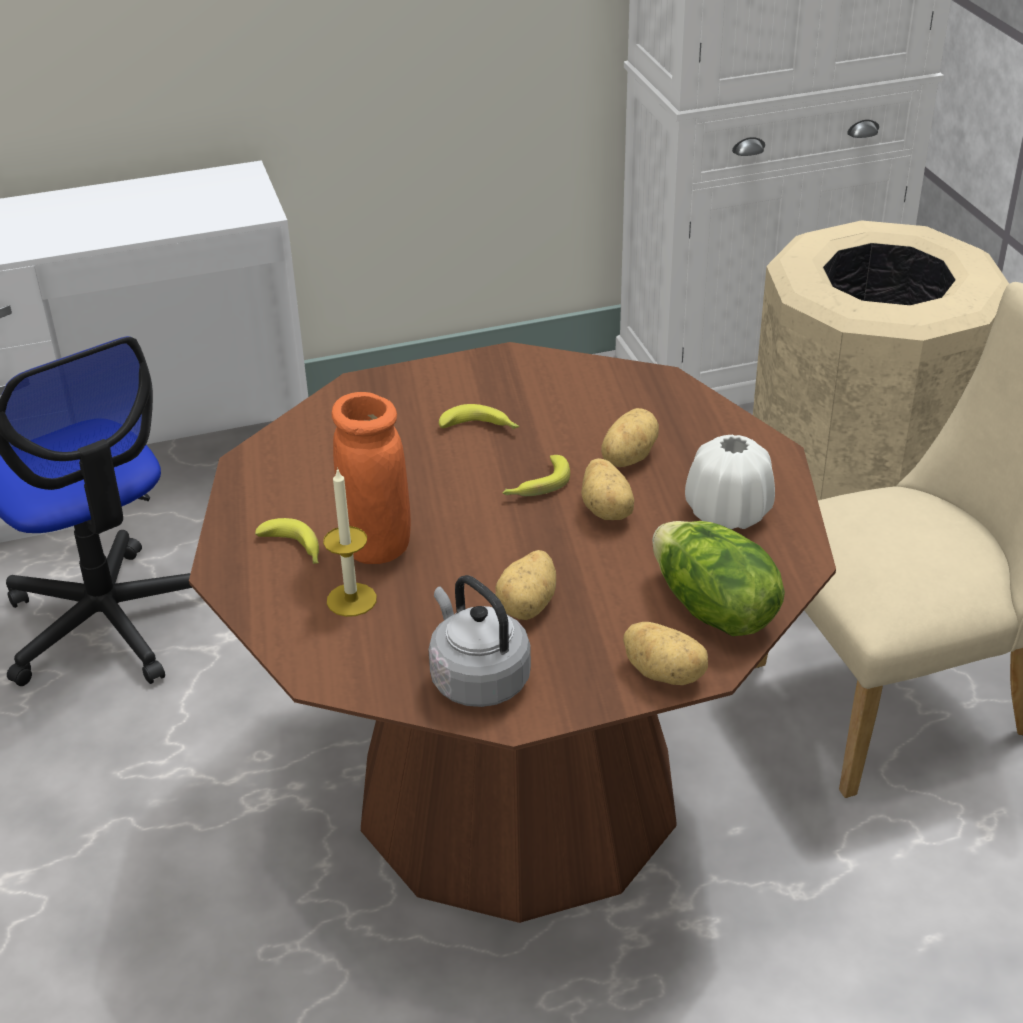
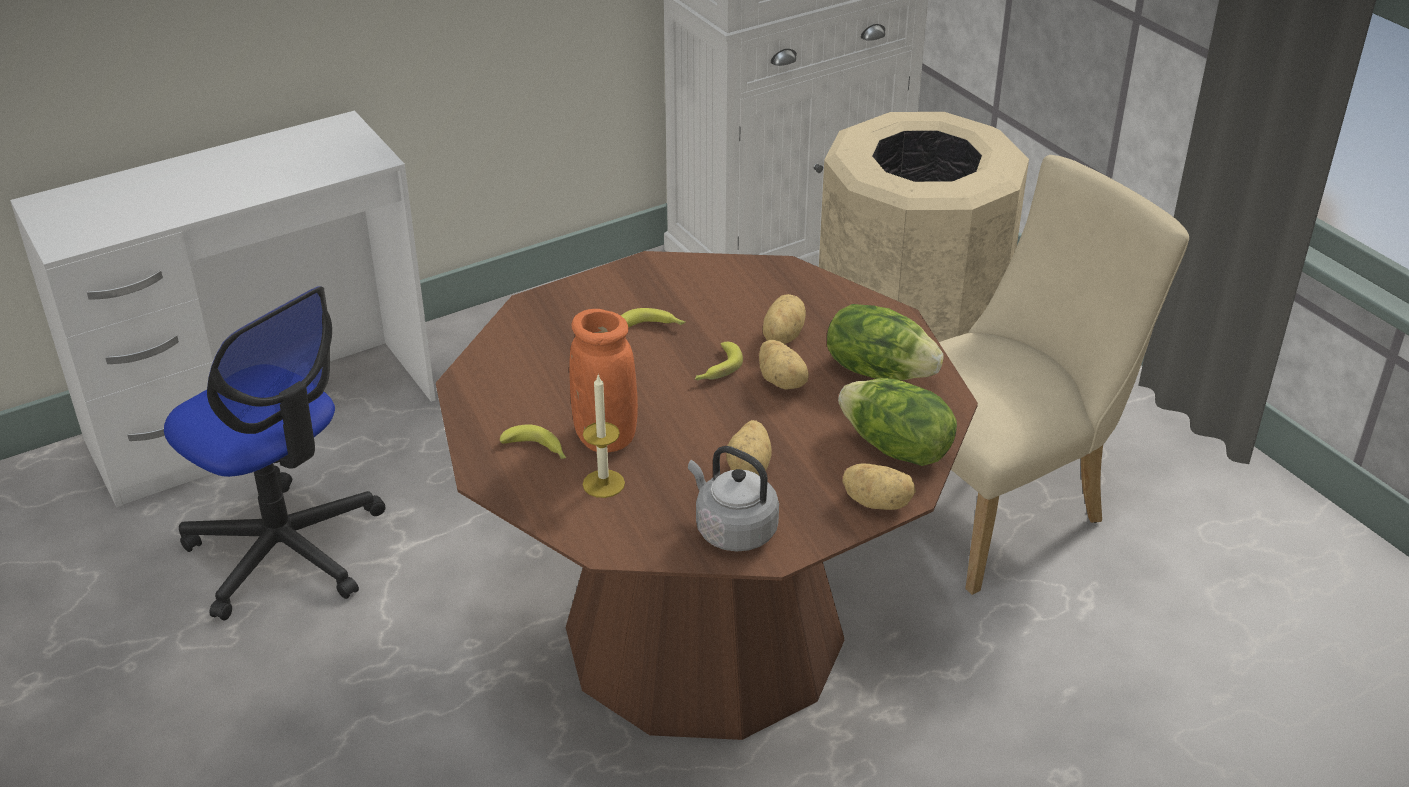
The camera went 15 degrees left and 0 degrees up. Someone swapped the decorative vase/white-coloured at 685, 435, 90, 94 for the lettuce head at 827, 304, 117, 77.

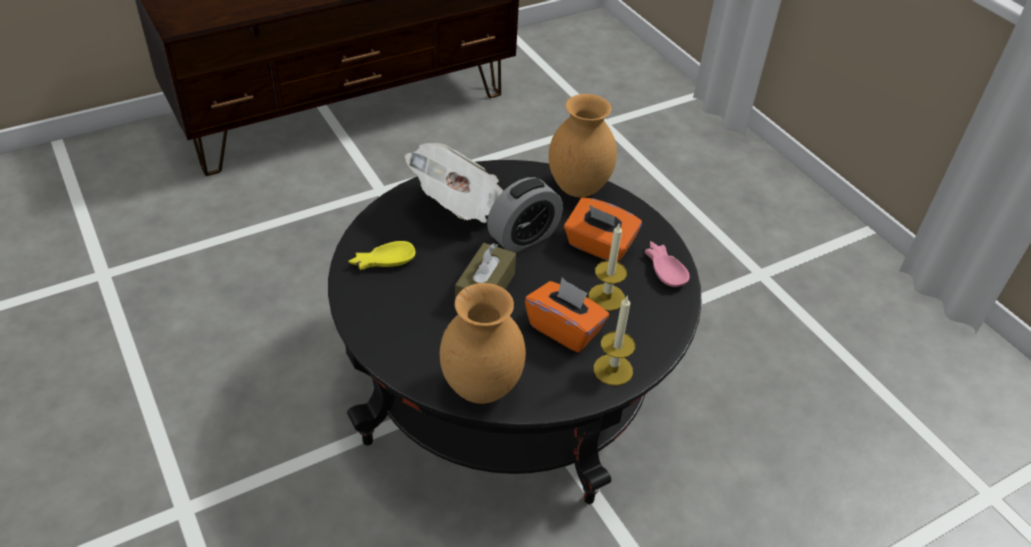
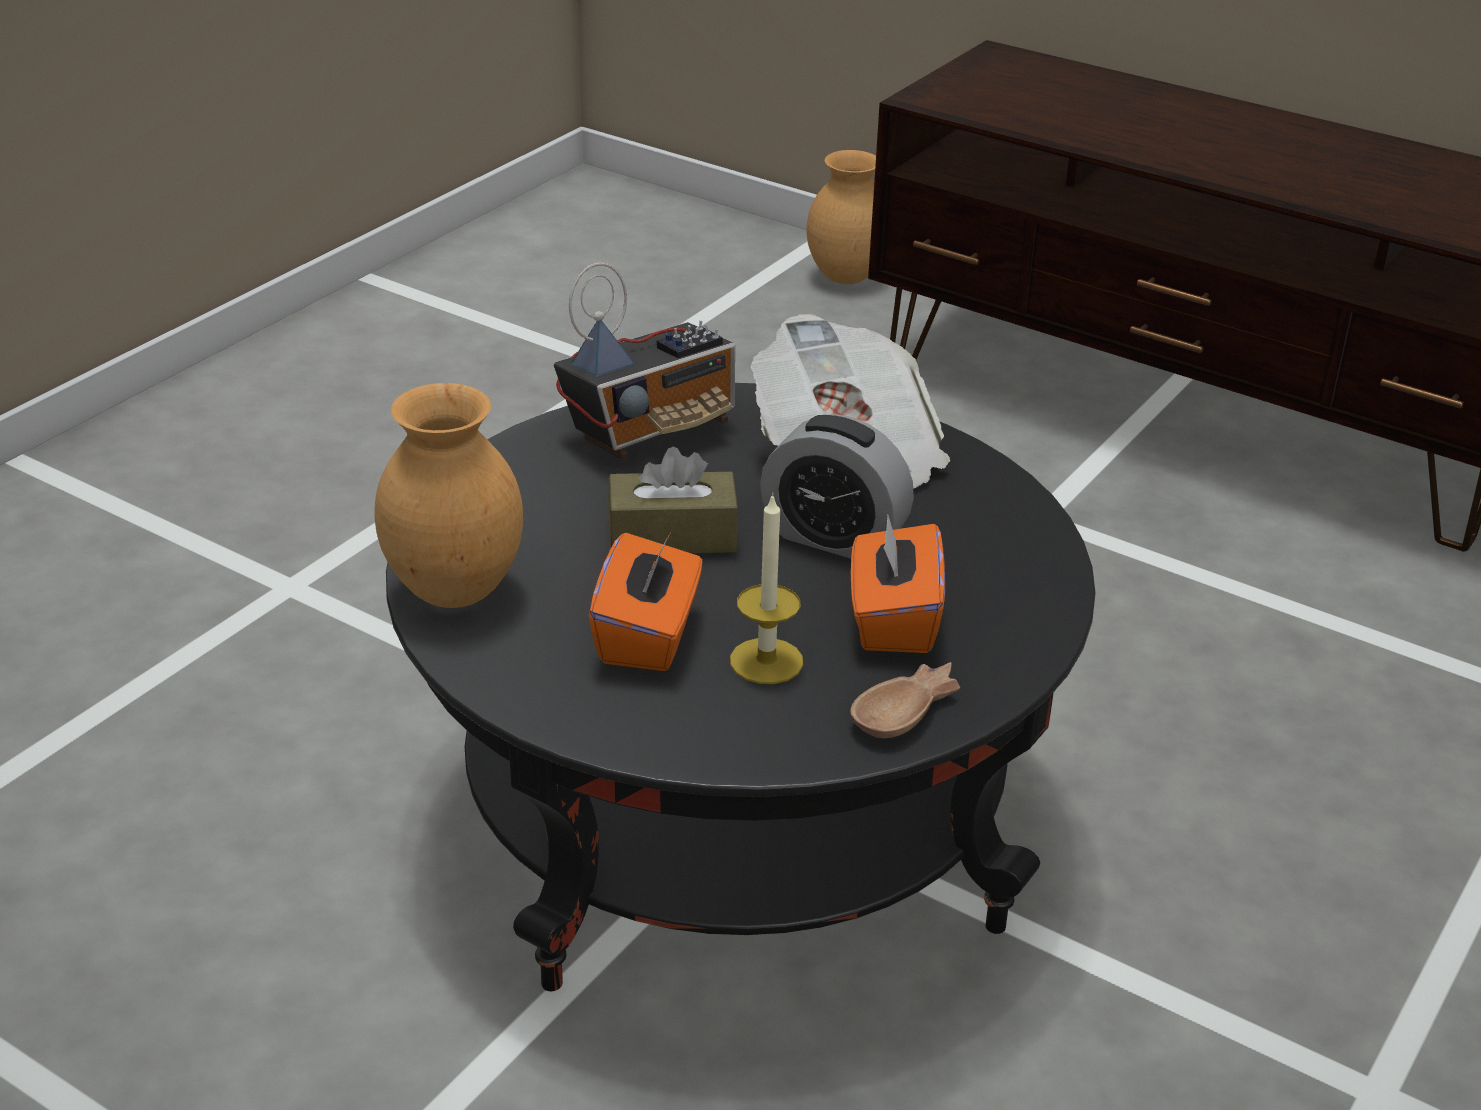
The camera went 65 degrees right and 10 degrees down. Someone swapped the deep dish/yellowish at 348, 241, 68, 29 for the radio receiver at 554, 262, 181, 198. Someone carried the decorative vase/brownish from 549, 94, 68, 103 to 807, 150, 69, 134. Someone took away the wax candle at 594, 295, 41, 91. Someone repainted the deep dish/pink-coloured at 644, 241, 46, 46, which became the deep dish/brownish at 850, 662, 110, 76.

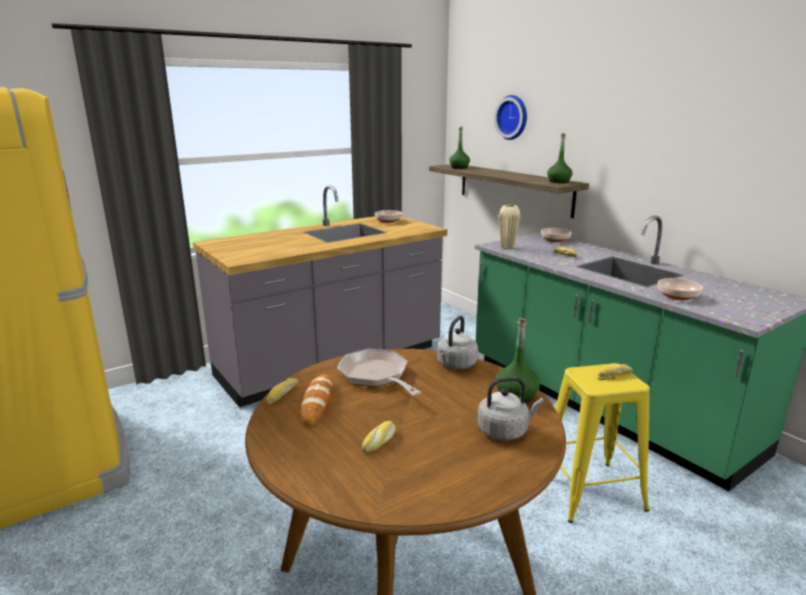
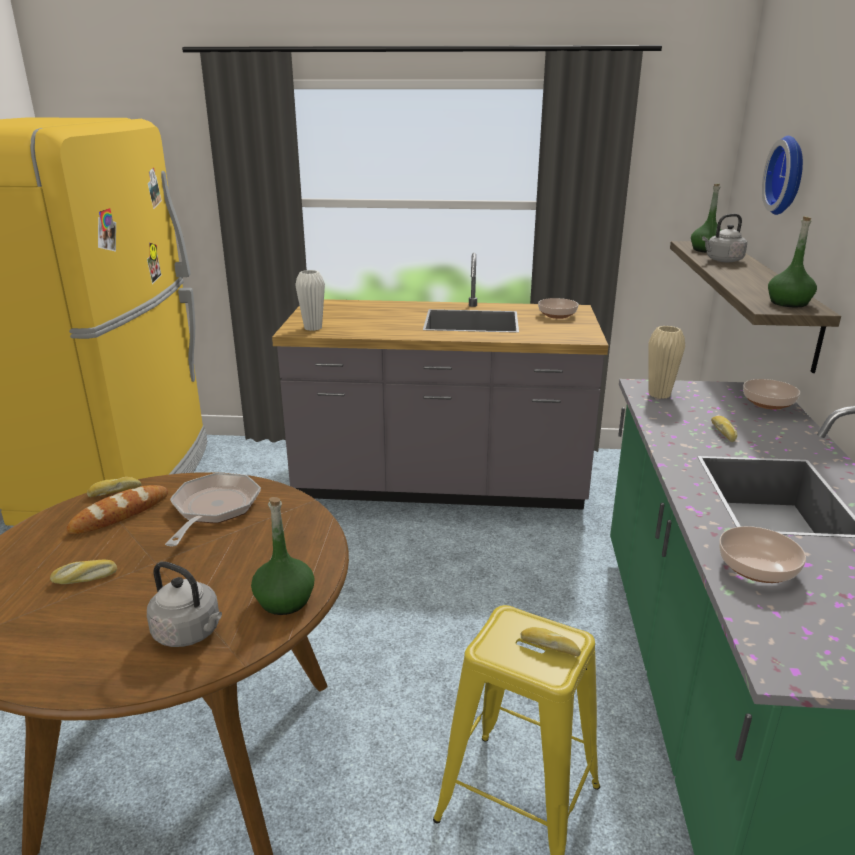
The camera went 40 degrees right and 5 degrees up. Someone carried the tea kettle/gray from 438, 316, 40, 54 to 702, 214, 45, 48. Someone put down the decorative vase/white-coloured at 295, 270, 30, 61.

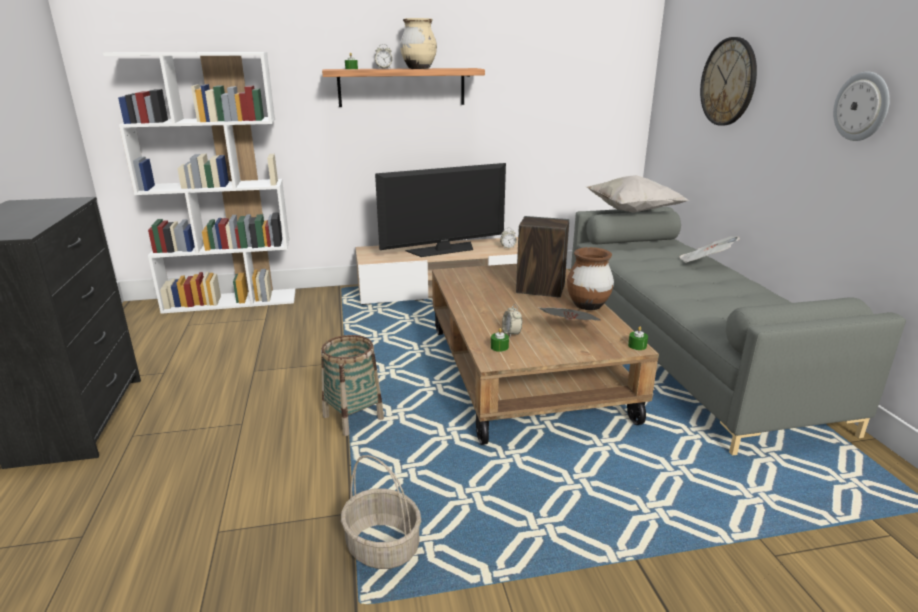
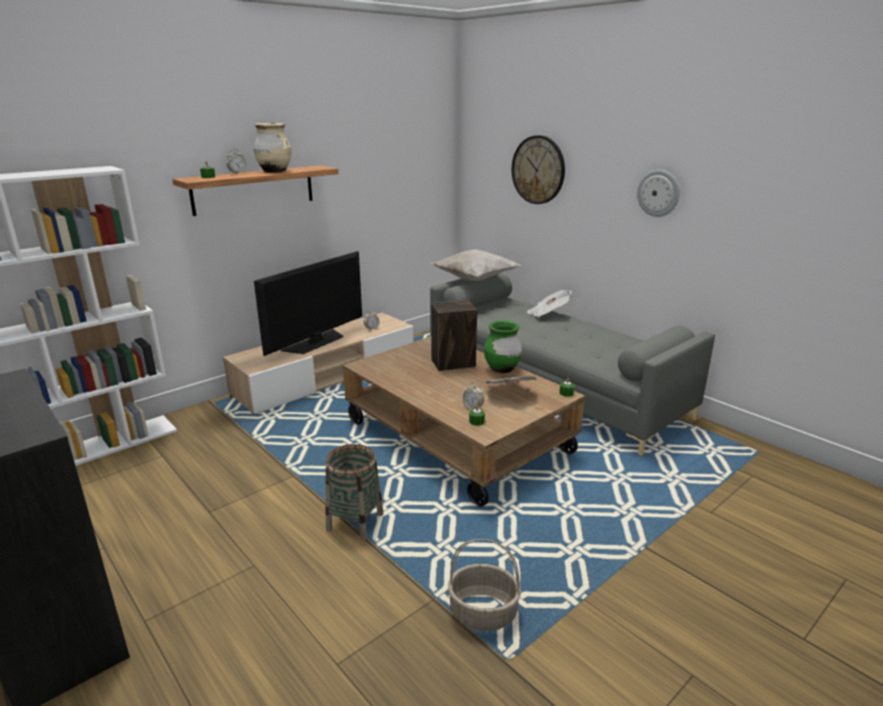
The camera went 30 degrees left and 0 degrees up. Someone repainted the decorative vase/brownish at 567, 247, 47, 63, which became the decorative vase/greenish at 484, 321, 38, 52.

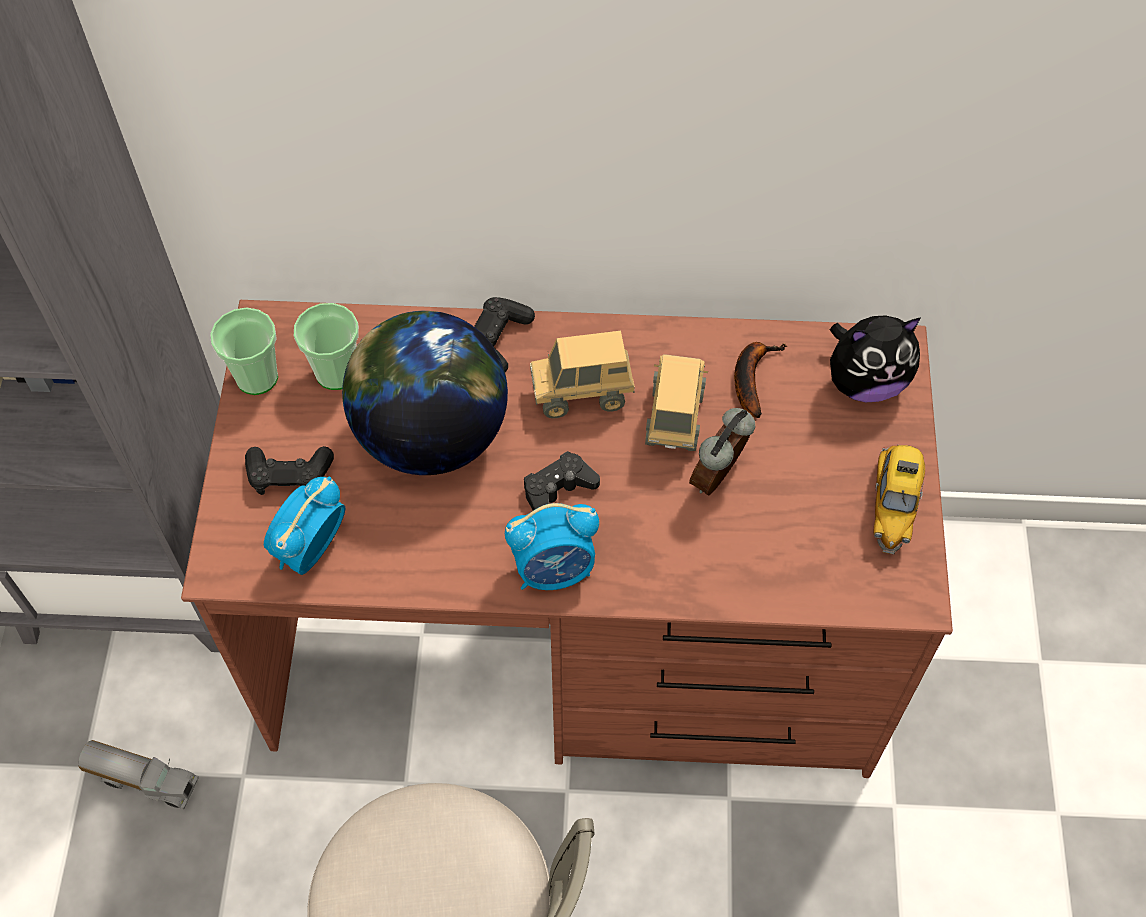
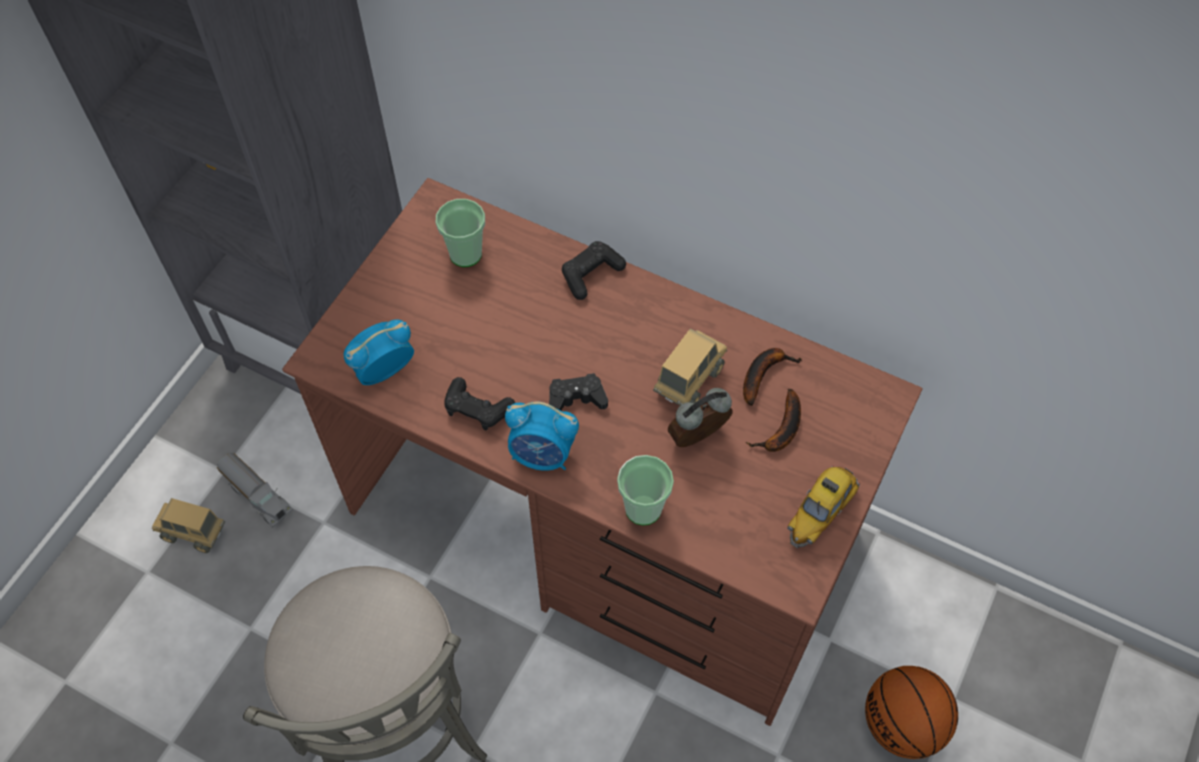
The camera went 25 degrees right and 0 degrees up. Someone carried the drinking cup from 210, 307, 68, 88 to 617, 455, 57, 70. Someone carried the joypad/black from 245, 446, 89, 49 to 444, 377, 71, 54. Someone took away the world globe at 342, 311, 166, 164. Someone carried the toy lorry from 530, 331, 105, 88 to 152, 498, 73, 55. Someone took away the cuddly toy at 830, 315, 91, 87. Someone put down the whole banana at 746, 389, 55, 63. Someone put down the basketball ball at 865, 666, 93, 93.

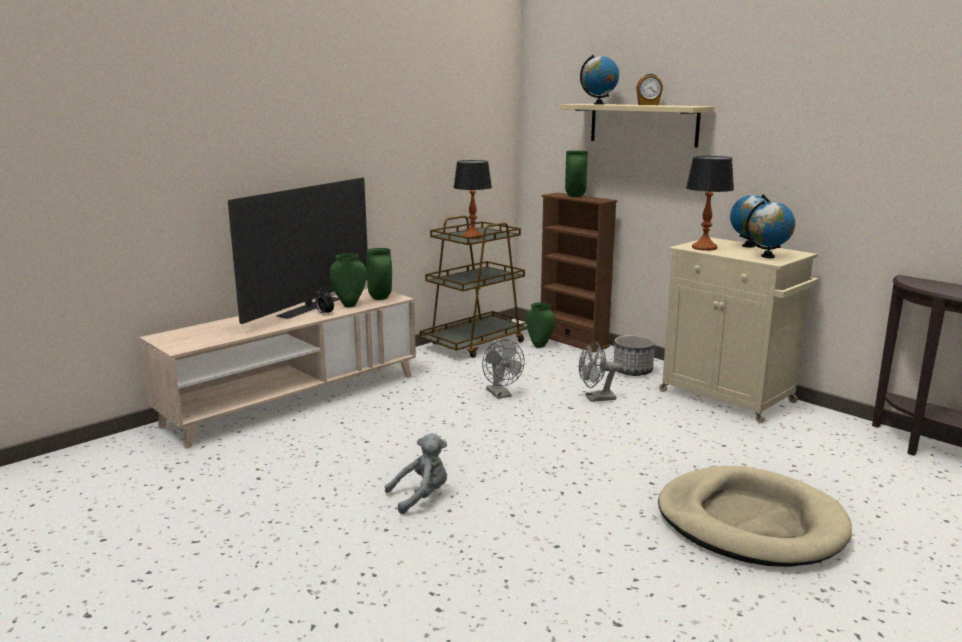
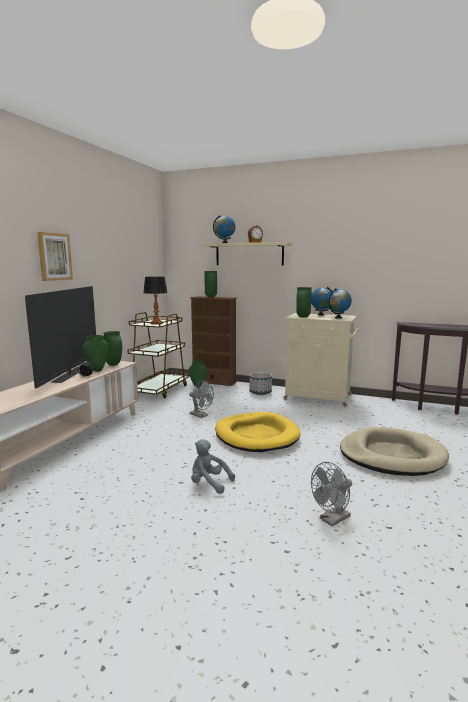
The camera went 25 degrees left and 5 degrees down. Someone rotated the cuddly toy/gray at 385, 433, 62, 81 by 105 degrees counterclockwise. Someone carried the electric fan/gray from 579, 341, 43, 61 to 311, 462, 41, 64. Someone swapped the table lamp at 686, 156, 48, 95 for the decorative vase/greenish at 296, 287, 16, 30. Someone put up the wall picture at 37, 232, 36, 49. Someone put down the dog bed/yellowish at 215, 412, 85, 40.

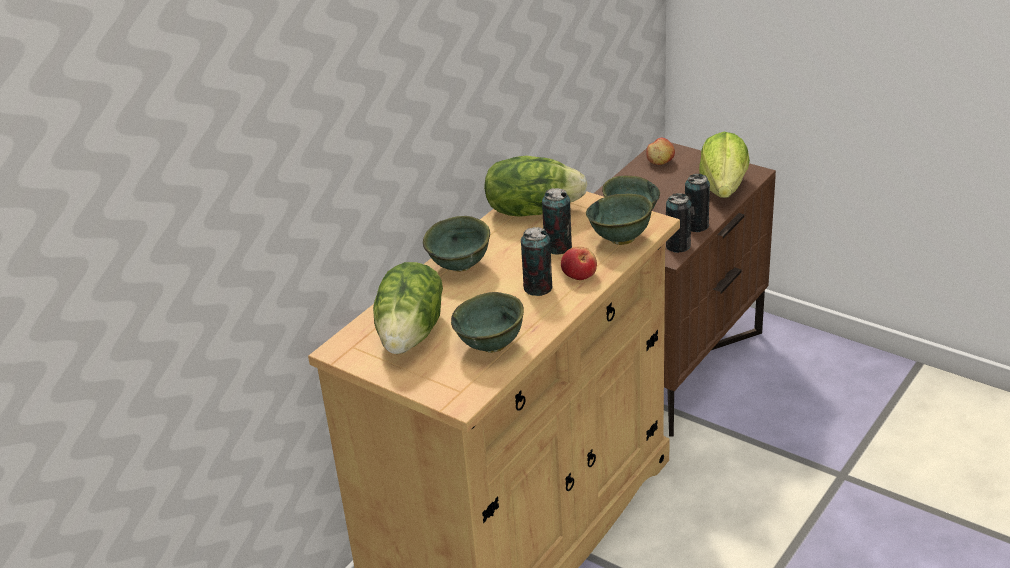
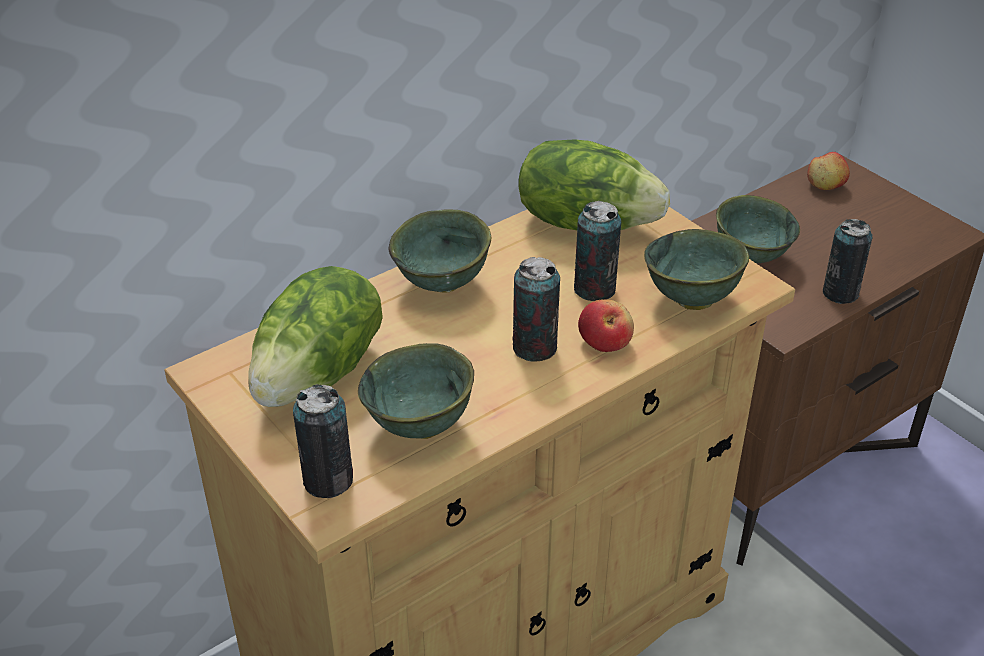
The camera went 15 degrees right and 5 degrees up. Someone carried the sealed can from 666, 193, 25, 60 to 293, 384, 60, 114. Someone took away the lettuce head at 699, 132, 51, 66.

